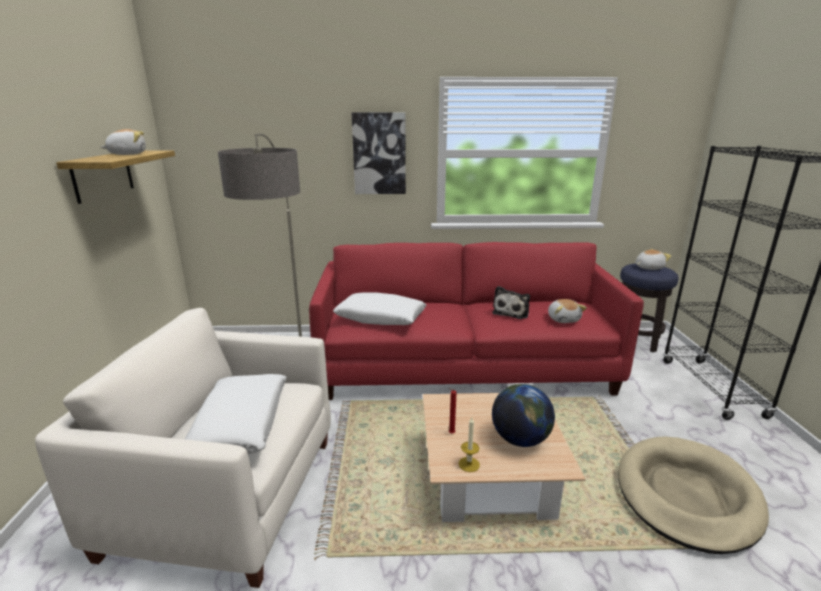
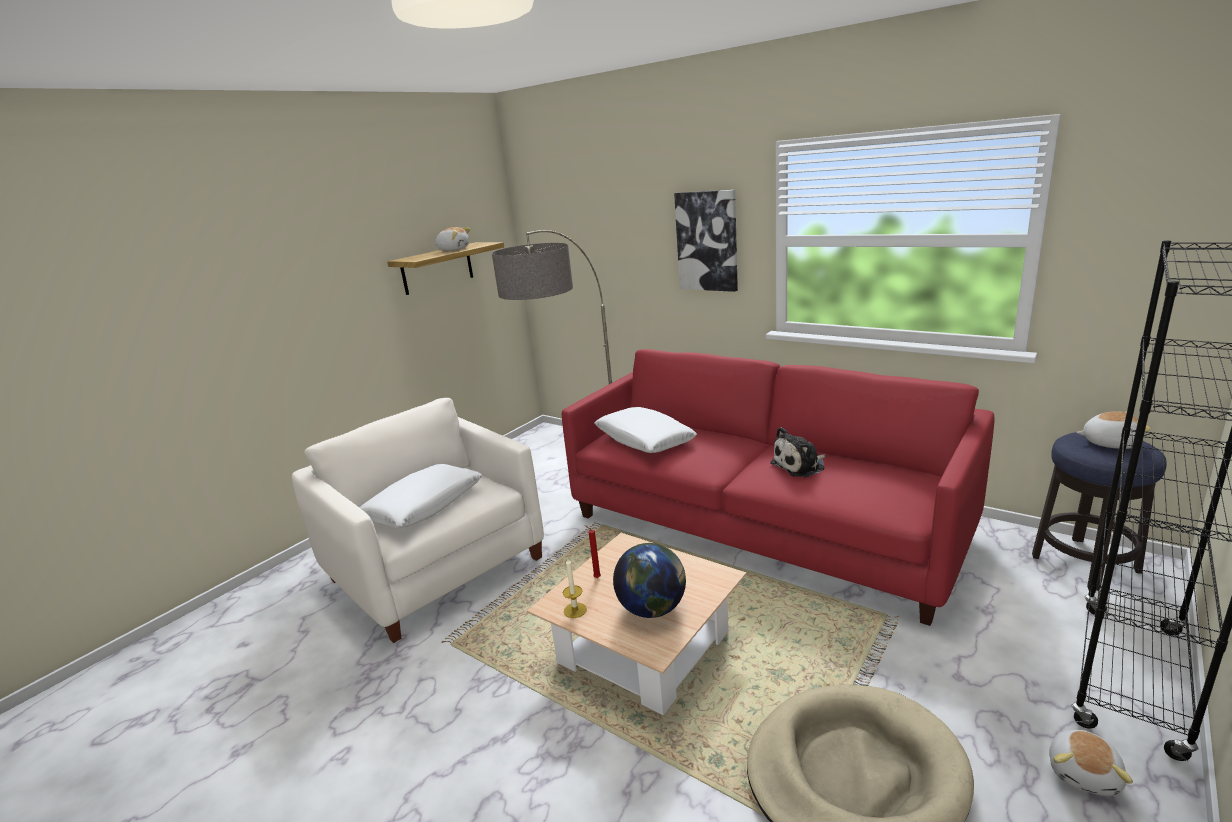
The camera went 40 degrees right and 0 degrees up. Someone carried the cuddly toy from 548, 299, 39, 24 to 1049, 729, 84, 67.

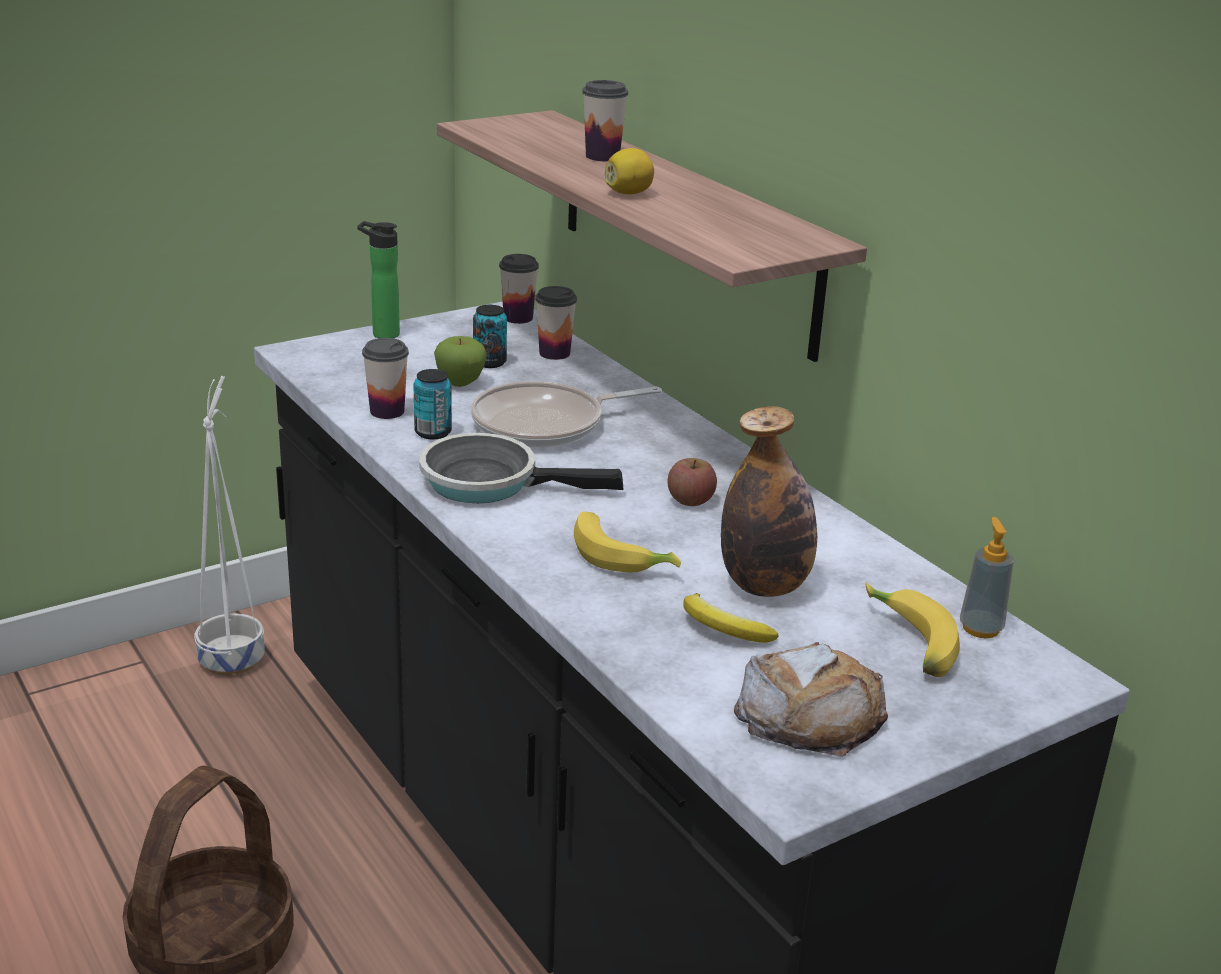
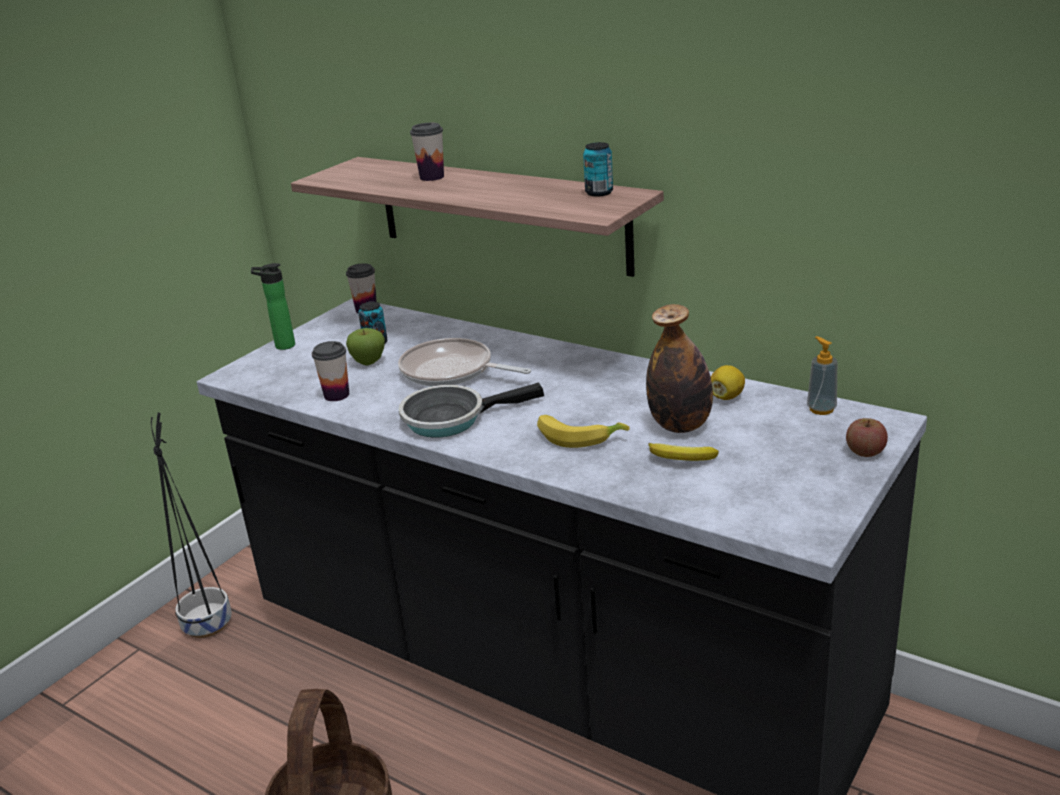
The camera went 20 degrees left and 0 degrees up. Someone repainted the plant pot/white-coloured at 194, 376, 71, 300, which became the plant pot/black at 151, 413, 81, 225. Someone carried the sealed can from 413, 369, 39, 71 to 583, 142, 30, 54. Someone rotated the skillet at 471, 381, 191, 67 by 75 degrees clockwise. Someone took away the drinking cup at 535, 286, 42, 74. Someone carried the lemon from 605, 148, 49, 46 to 711, 365, 34, 35. Someone carried the apple fruit from 667, 458, 50, 48 to 846, 418, 42, 39. Someone took away the baked bread at 734, 642, 154, 115. Someone took away the whole banana at 865, 582, 95, 95.

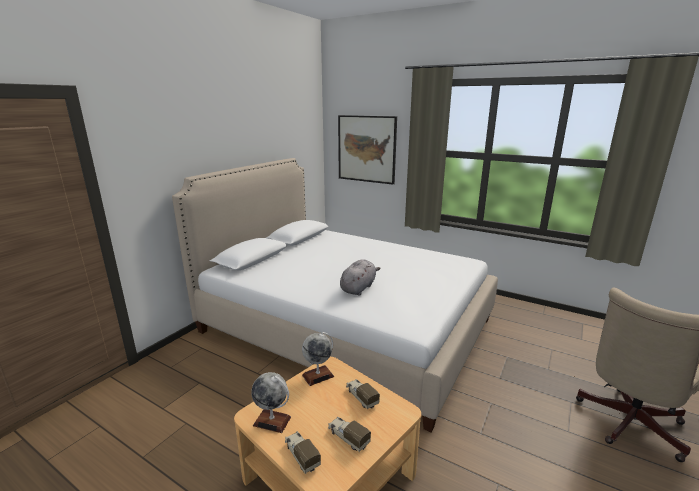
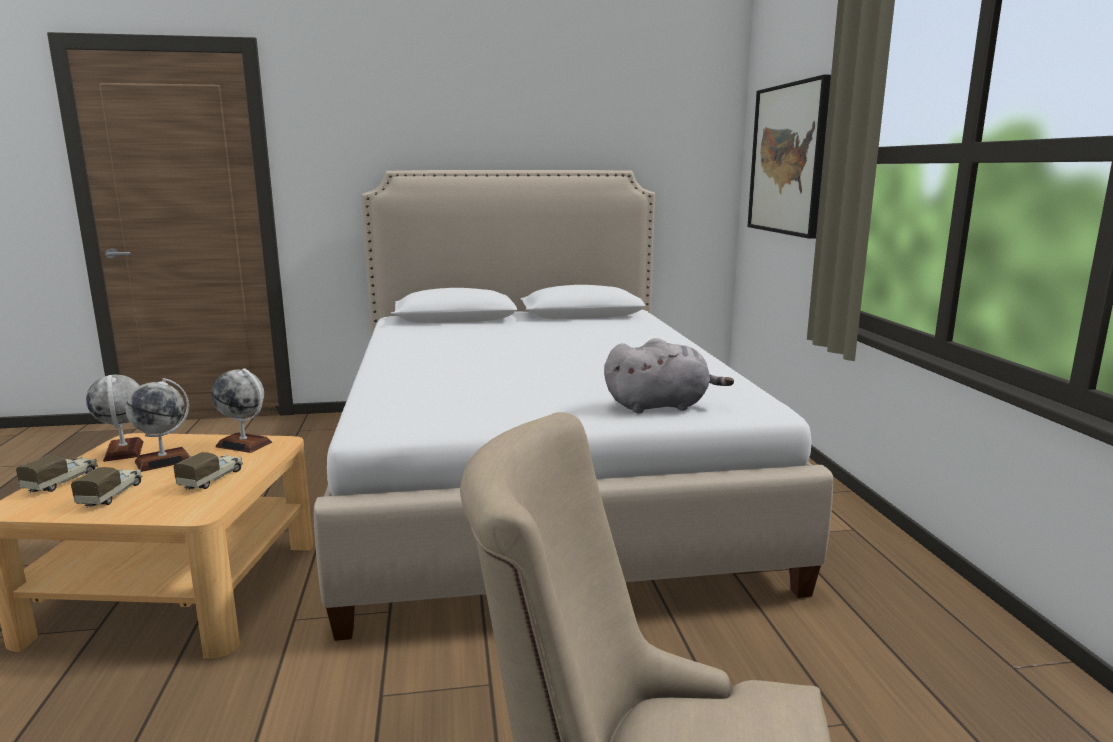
The camera went 50 degrees right and 5 degrees down. Someone carried the cuddly toy/gray from 340, 259, 41, 36 to 604, 338, 130, 75. Someone put down the world globe at 126, 378, 64, 94.

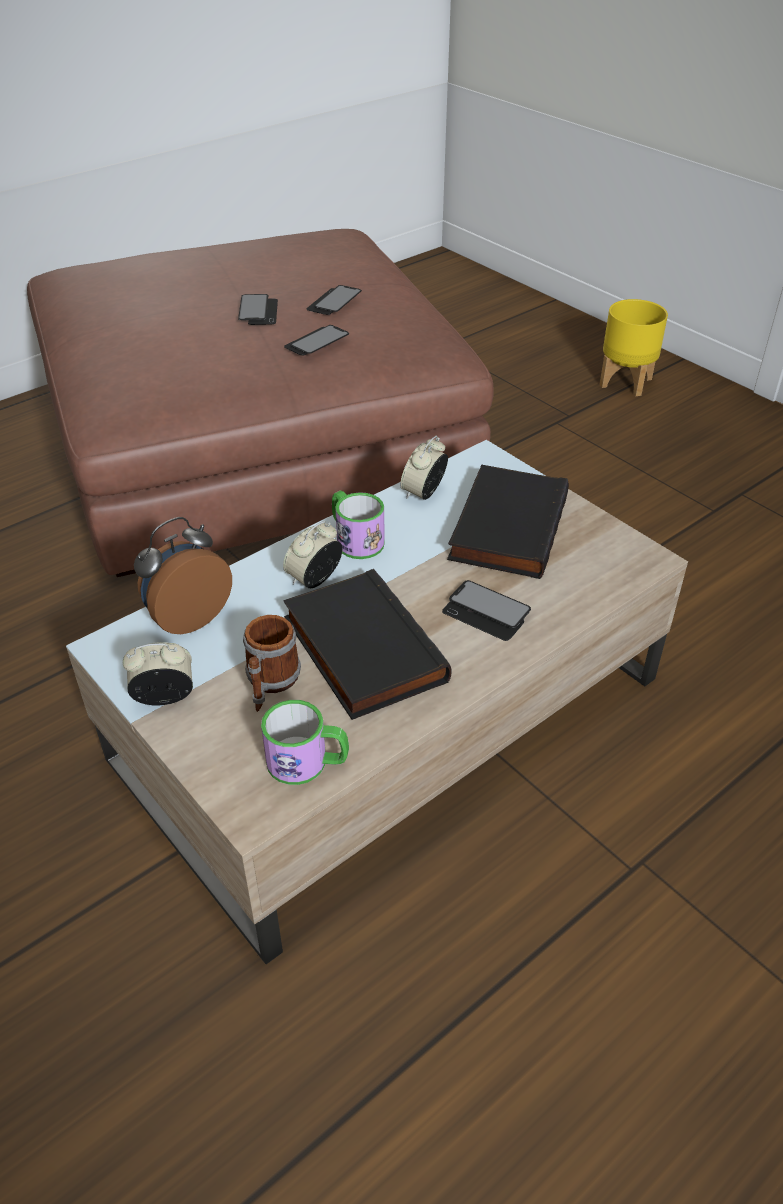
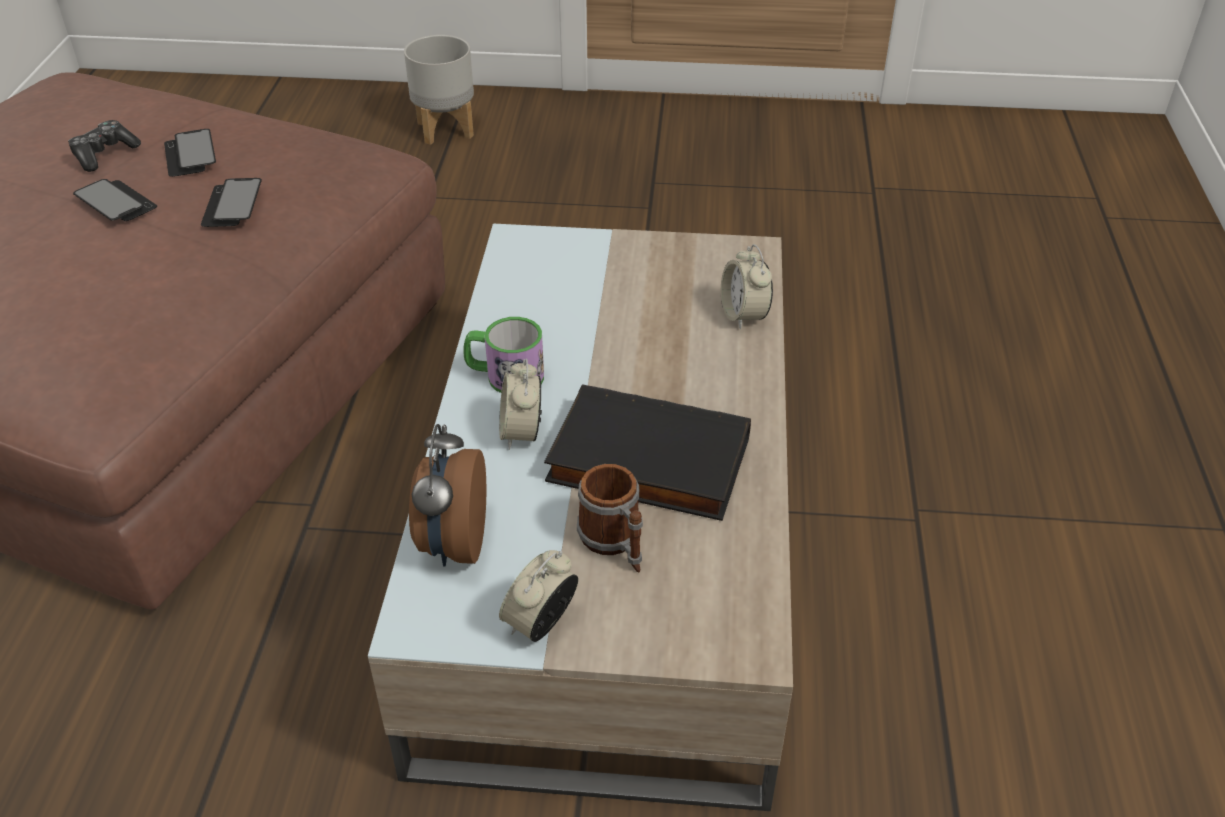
The camera went 45 degrees left and 0 degrees up. Someone took away the coffee mug at 261, 700, 88, 85. Someone carried the bedside clock from 400, 435, 48, 65 to 721, 244, 52, 85. Someone took away the phone at 442, 580, 89, 61. Someone took away the book/black at 447, 465, 122, 114. Someone repainted the plant pot/yellowish at 599, 299, 69, 97, which became the plant pot/gray at 404, 35, 70, 110. Someone put down the joypad at 68, 120, 73, 52.

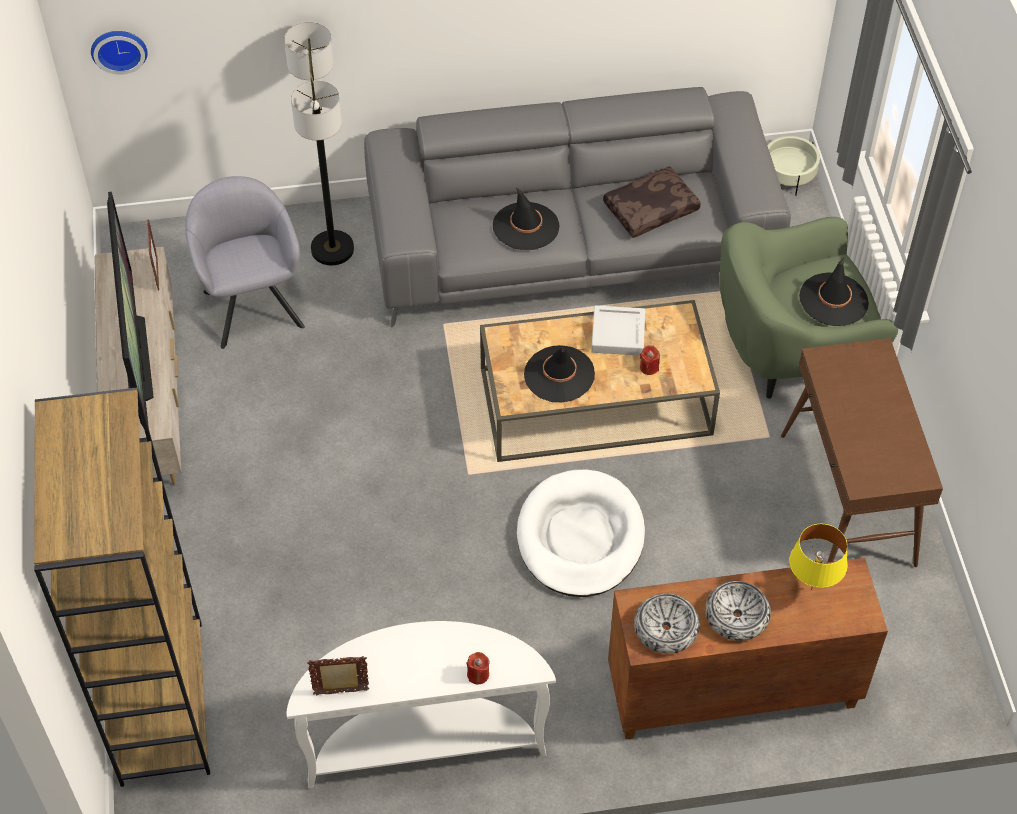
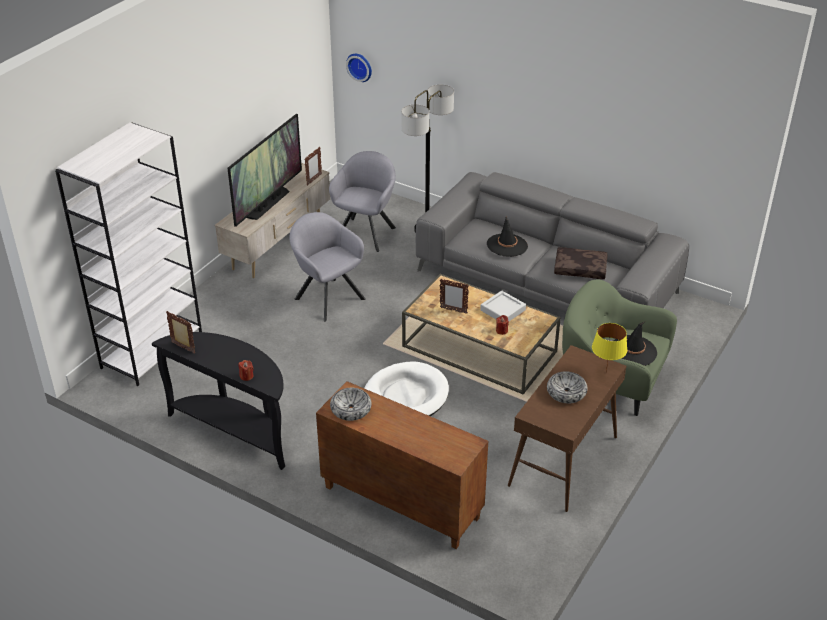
The camera went 40 degrees right and 15 degrees down. Someone repainted the bookcase/brownish at 34, 387, 176, 400, which became the bookcase/white-coloured at 55, 123, 147, 263. Someone repainted the hall table/white-coloured at 287, 621, 269, 167, which became the hall table/black at 152, 332, 133, 138. Someone swapped the wearable hat/black at 524, 345, 71, 58 for the picture frame at 440, 279, 29, 35. Someone carried the deep dish from 705, 581, 66, 60 to 547, 371, 40, 32. Someone took away the plant pot/sand-coloured at 767, 136, 53, 60. Someone carried the table lamp/yellowish from 789, 524, 59, 66 to 592, 323, 35, 49. Someone put down the armchair/gray at 290, 212, 76, 110.

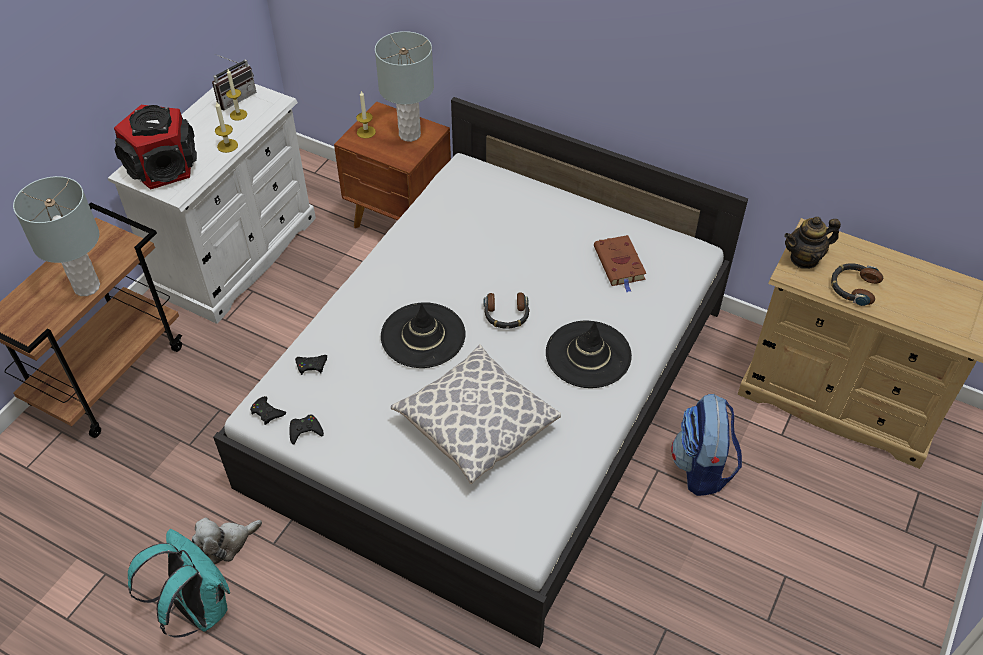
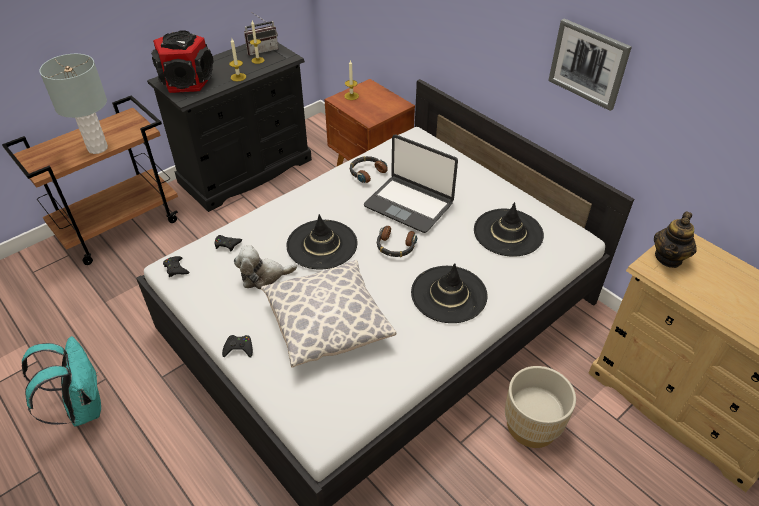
The camera went 20 degrees right and 5 degrees down. Someone repainted the dresser/white-coloured at 108, 84, 208, 240, which became the dresser/black at 147, 43, 165, 169. Someone carried the cuddly toy from 191, 517, 71, 47 to 234, 245, 63, 44. Someone carried the joypad/black from 289, 414, 35, 31 to 222, 335, 31, 23. Someone took away the table lamp/gray at 375, 31, 59, 111. Someone swapped the book/brownish at 594, 235, 52, 57 for the wearable hat/black at 474, 202, 70, 55. Someone swapped the knapsack at 671, 394, 71, 102 for the plant pot/sand-coloured at 505, 366, 71, 82. Someone rotated the pot for tea at 785, 217, 56, 52 by 60 degrees counterclockwise. Someone carried the headset from 831, 263, 52, 43 to 350, 156, 38, 27. Someone put down the notebook computer at 364, 135, 94, 98. Someone put up the wall picture at 548, 19, 84, 92.

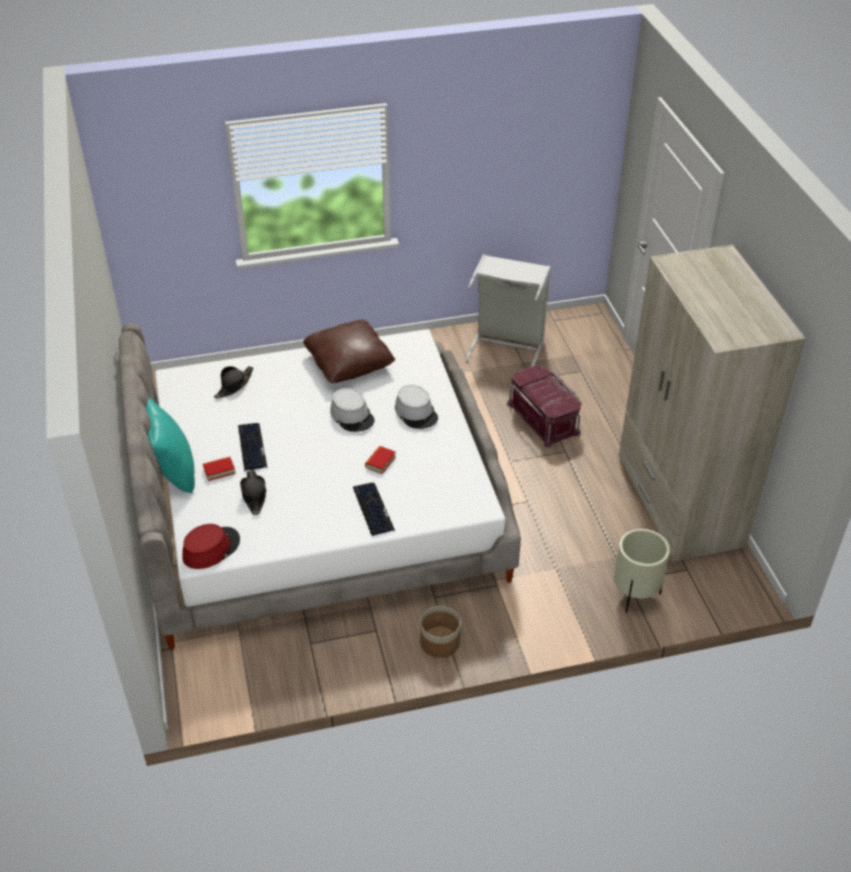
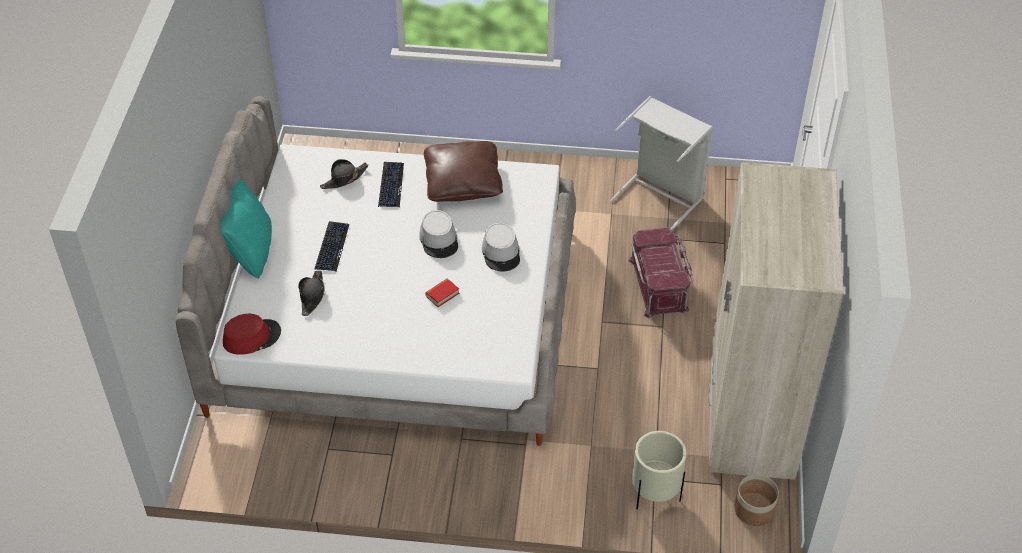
The camera went 20 degrees right and 5 degrees up. Someone took away the book at 203, 457, 33, 24. Someone carried the keyboard from 353, 483, 42, 54 to 378, 162, 26, 45. Someone carried the plant pot from 420, 606, 41, 52 to 735, 474, 44, 52.

